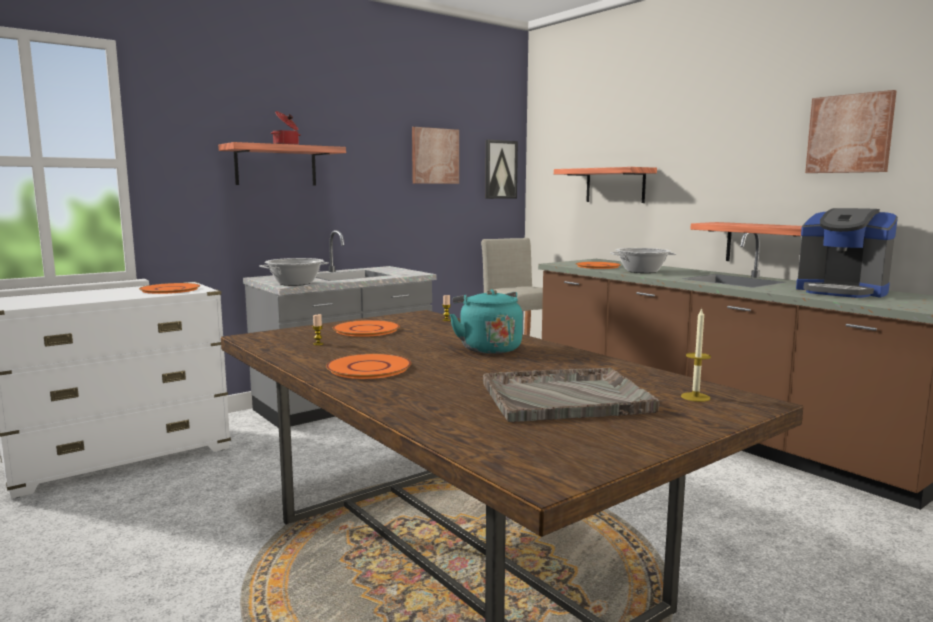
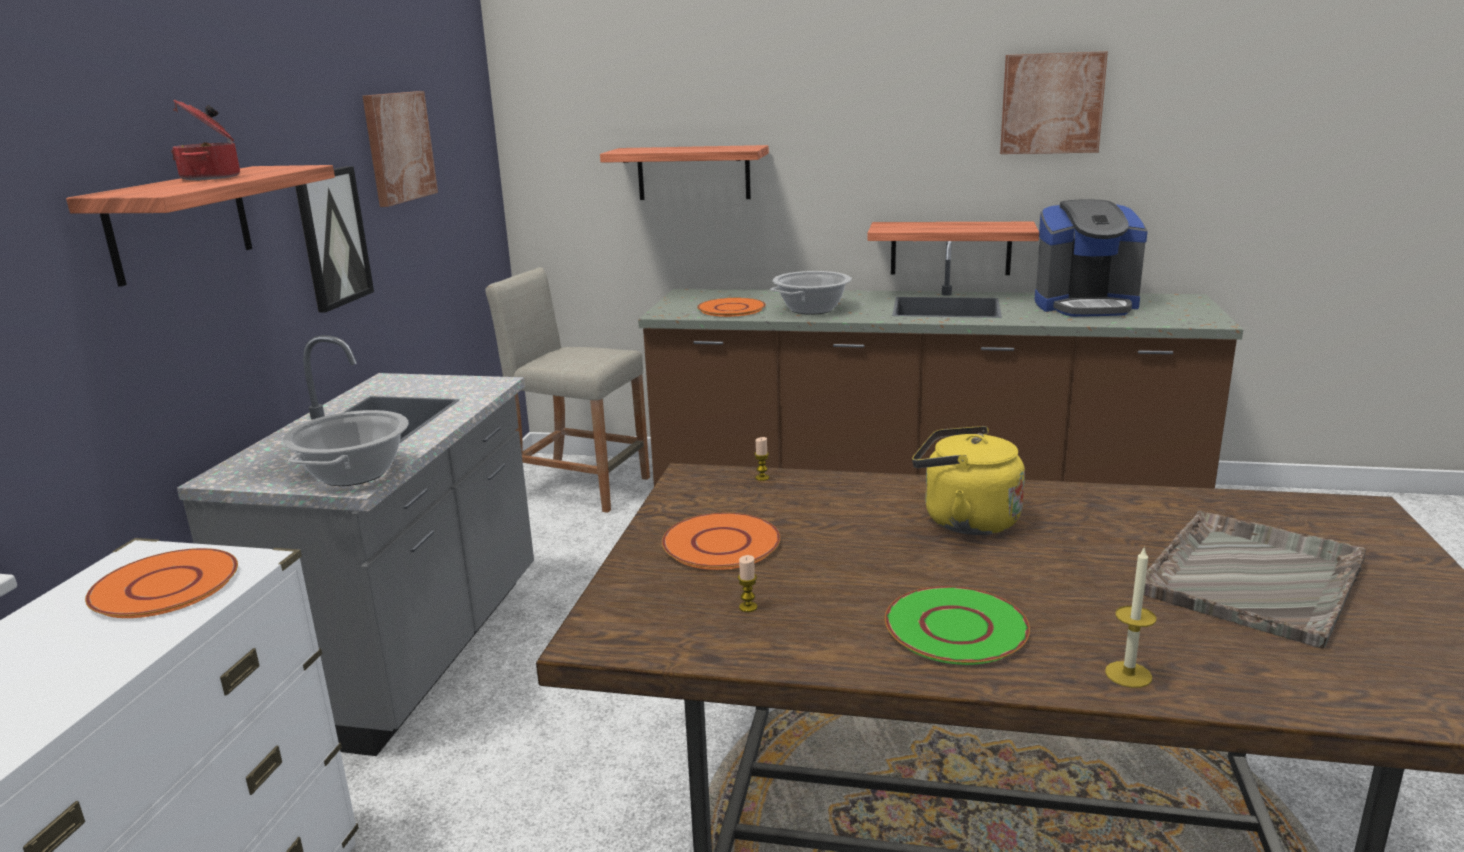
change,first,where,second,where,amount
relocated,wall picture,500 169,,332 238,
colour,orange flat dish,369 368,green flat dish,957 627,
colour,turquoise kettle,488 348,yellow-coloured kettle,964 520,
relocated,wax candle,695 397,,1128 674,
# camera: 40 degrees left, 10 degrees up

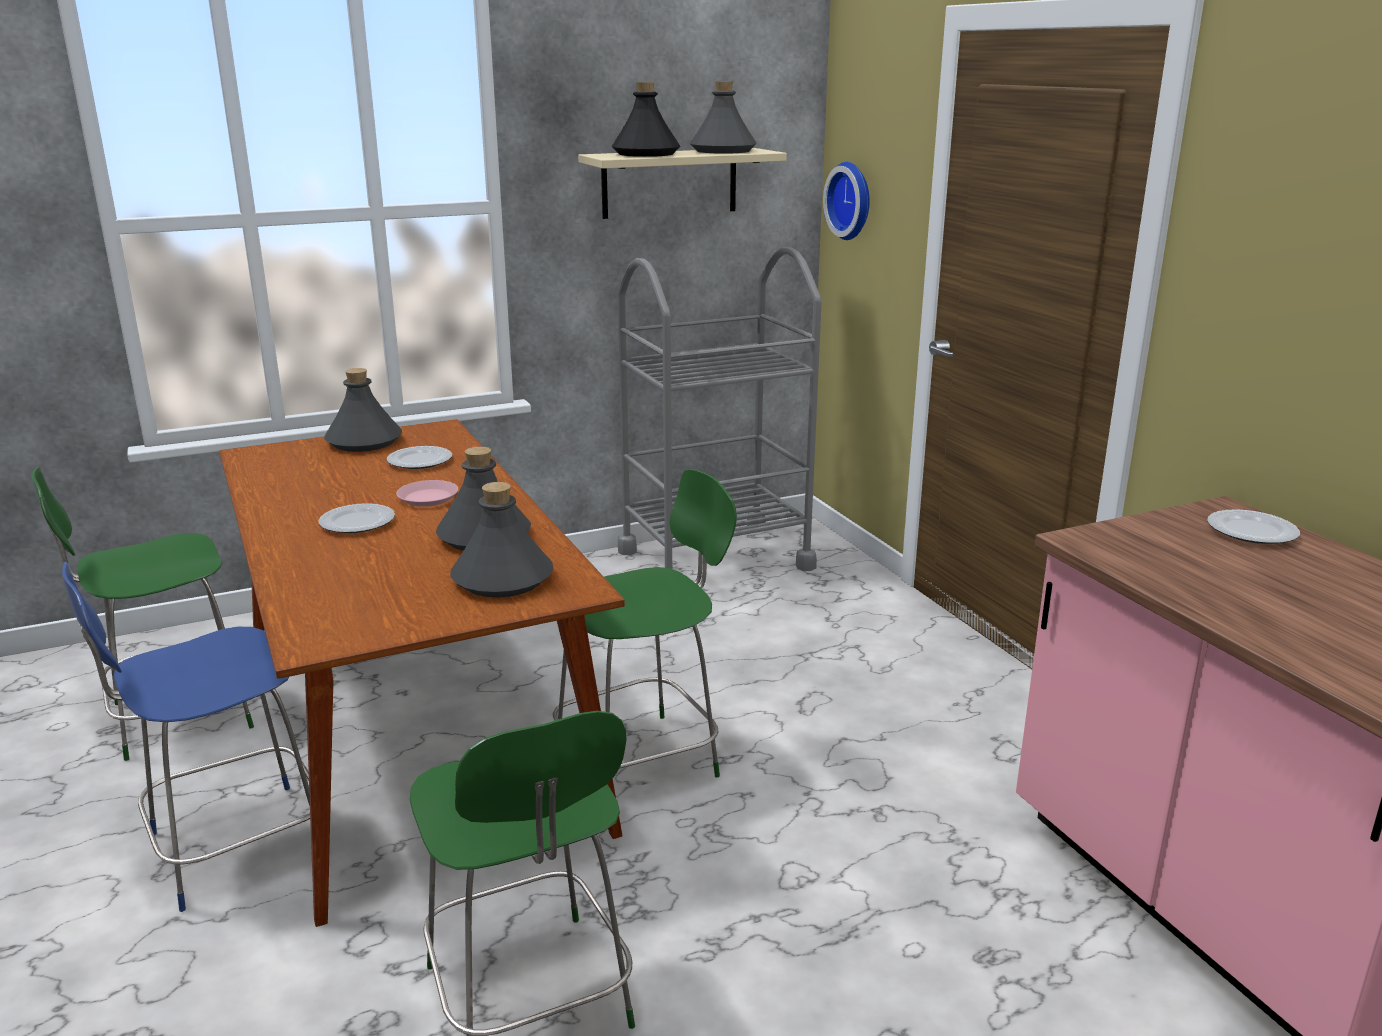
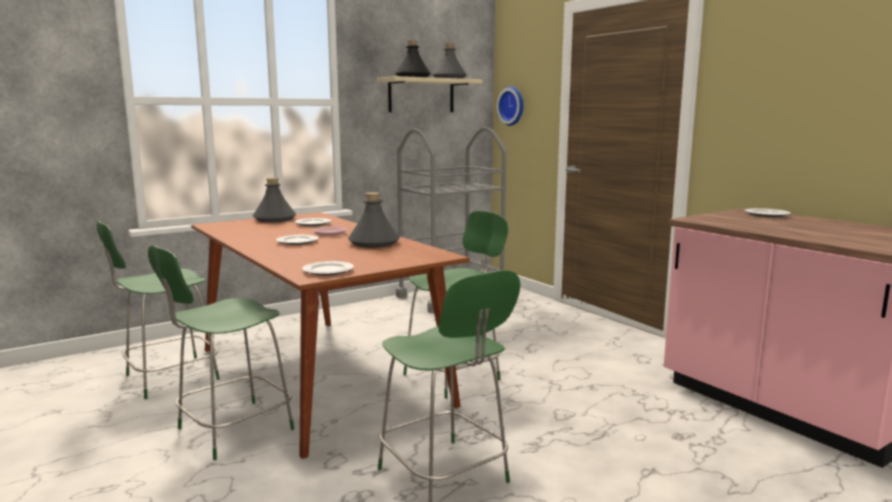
change,first,where,second,where,amount
colour,blue upright chair,230 847,green upright chair,231 430,
appeared,,,flat dish,327 271,
missing,grey drink bottle,502 579,,,
# camera: 10 degrees left, 10 degrees down

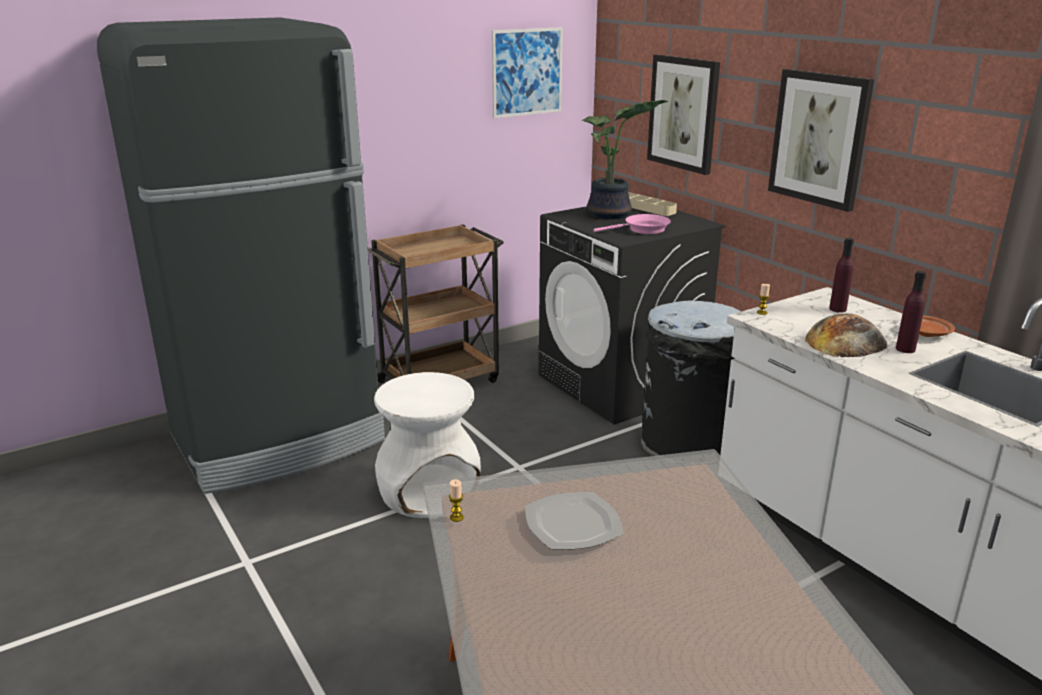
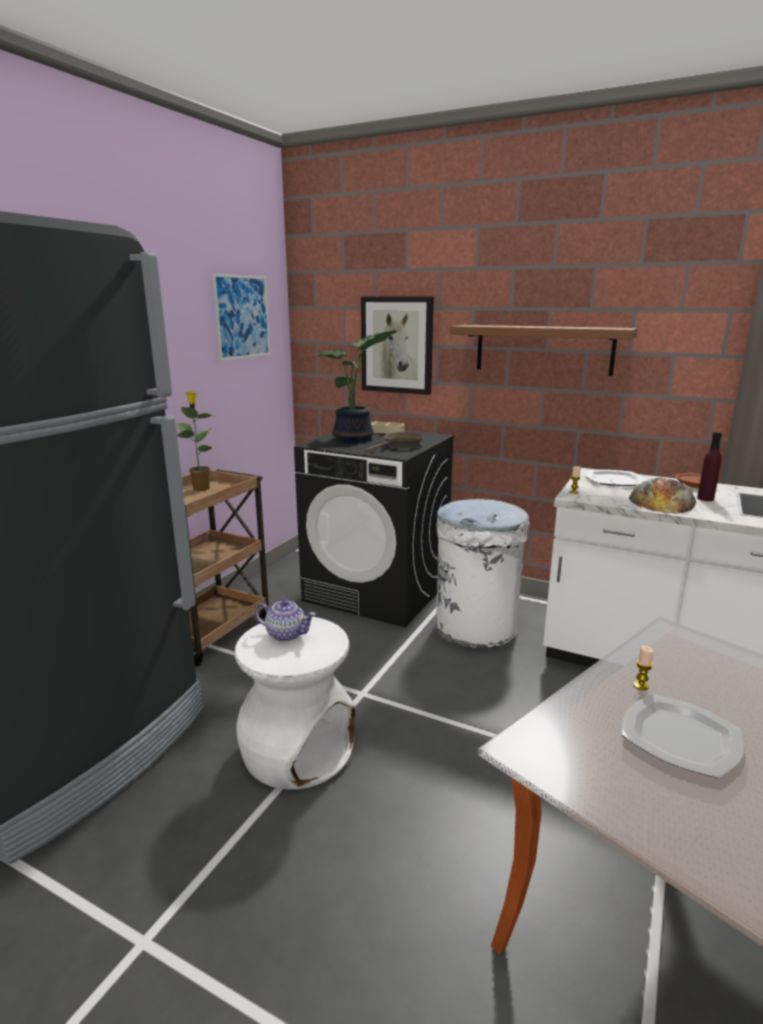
change,first,where,second,where,amount
appeared,,,houseplant,201 488,
appeared,,,tea pot,286 634,
colour,pinkish frying pan,643 230,brown frying pan,400 445,
colour,black-coloured trash can,687 444,white trash can,476 627,
exchanged,wall picture,819 138,brown bracket shelf,543 349,
exchanged,purple drink bottle,837 309,flat dish,615 480,
relocated,wax candle,456 517,,640 686,
# camera: 30 degrees left, 5 degrees down

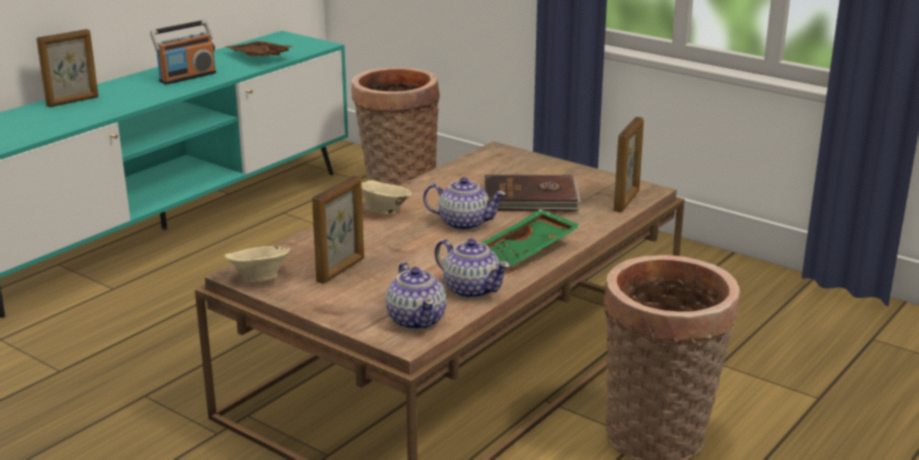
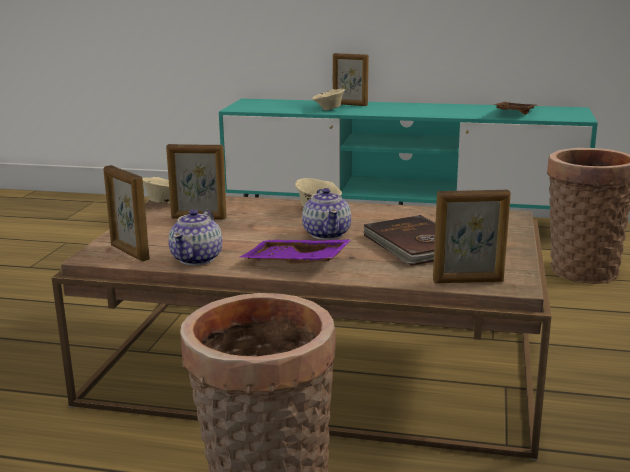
change,first,where,second,where,amount
exchanged,tea pot,416 320,standing frame,129 253,
colour,green carrying tray,528 251,purple carrying tray,295 263,
appeared,,,beige bowl,329 109,
missing,radio set,187 77,,,
# camera: 65 degrees right, 5 degrees down

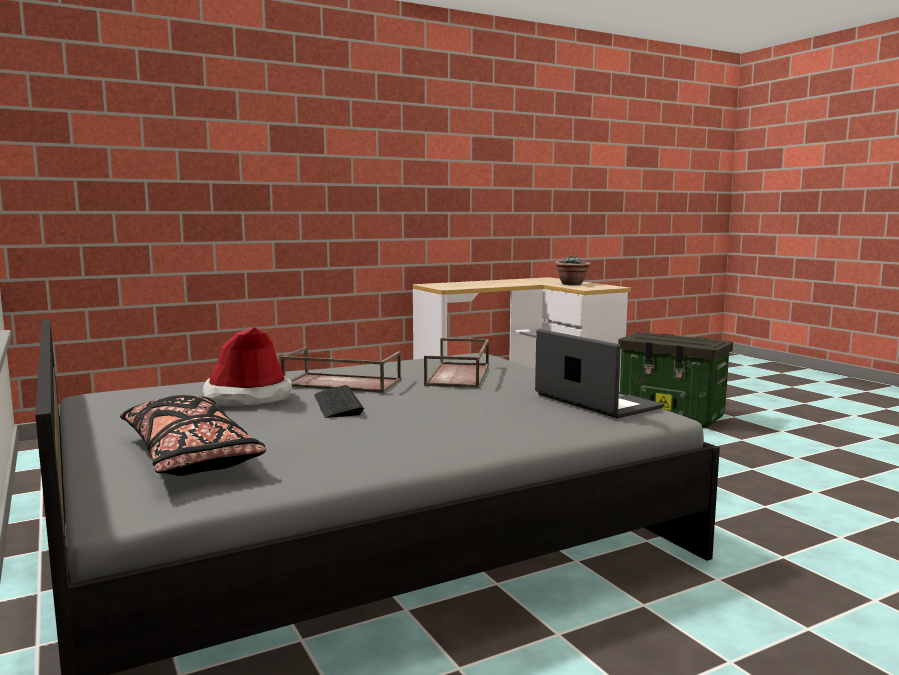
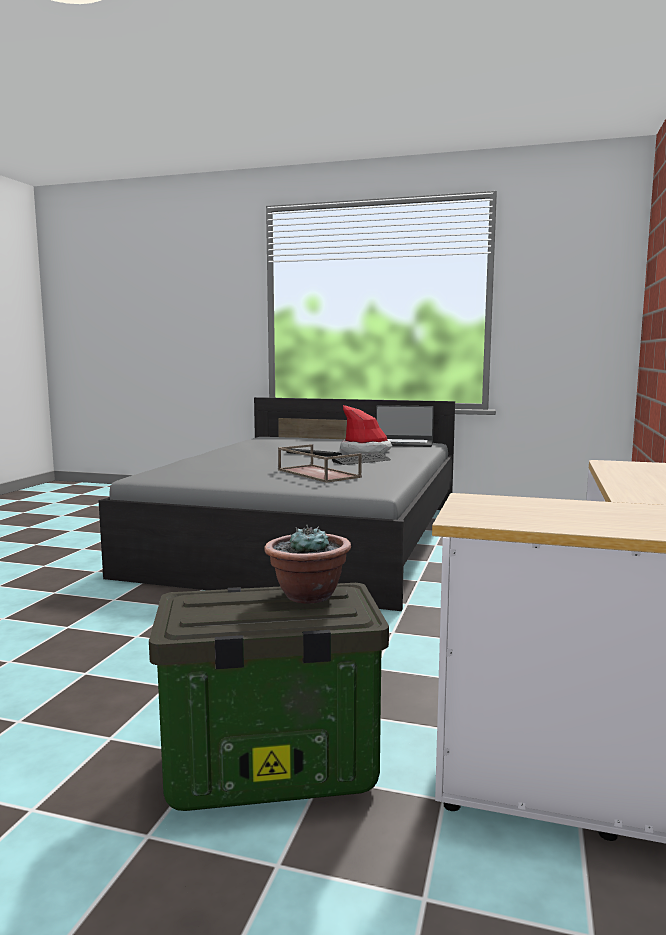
change,first,where,second,where,amount
relocated,houseplant,572 284,,307 595,
exchanged,brown carrying tray,341 383,keyboard,361 461,
relocated,notebook computer,595 402,,402 443,
missing,black-coloured throw pillow,190 456,,,
# camera: 135 degrees right, 0 degrees up

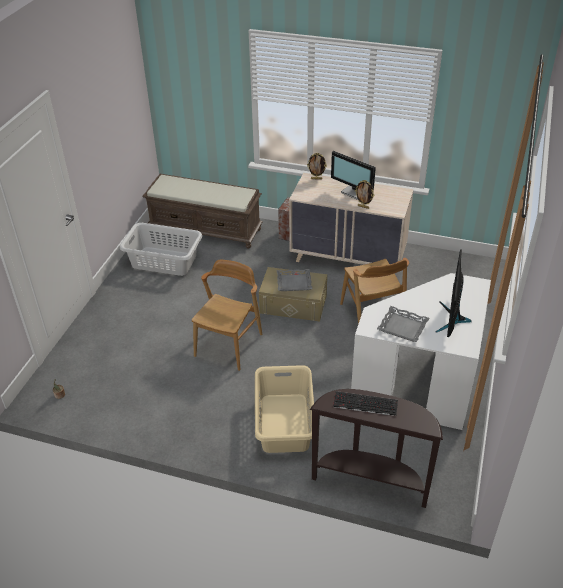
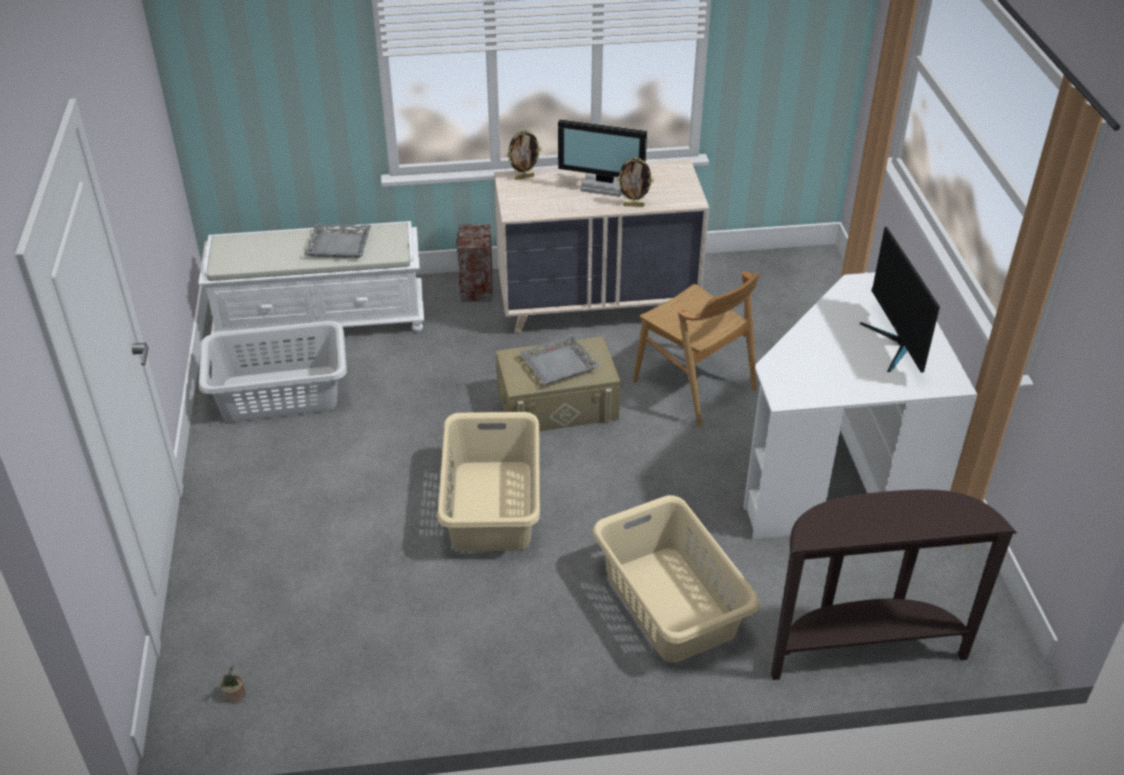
change,first,where,second,where,amount
colour,brown bench,206 229,white bench,322 318,
relocated,grey carrying tray,403 327,,339 245,
exchanged,brown upright chair,229 345,beige hamper,493 505,
missing,keyboard,364 404,,,
# camera: 25 degrees left, 0 degrees up

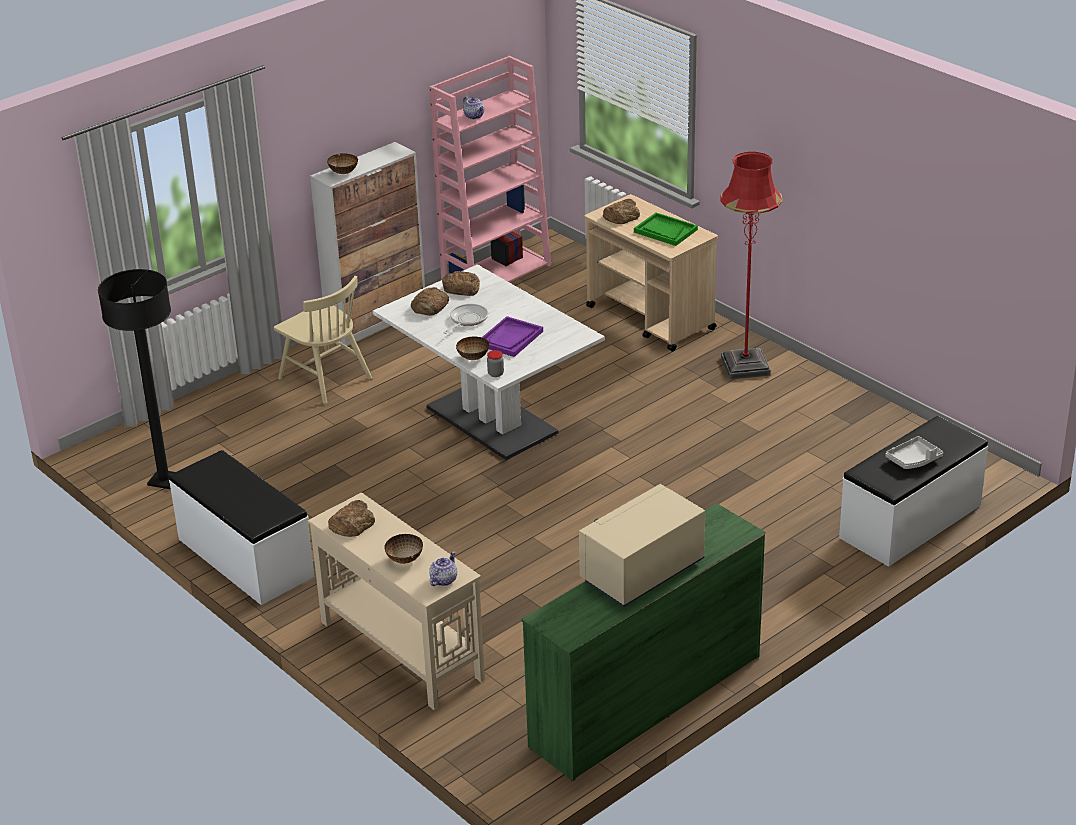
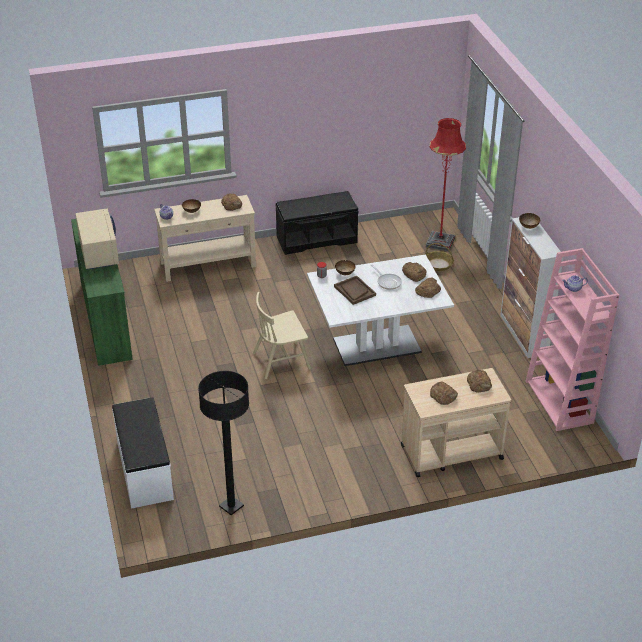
change,first,where,second,where,amount
relocated,black-coloured standing lamp,164 480,,231 506,
relocated,beige upright chair,325 378,,281 361,
colour,white bench,244 558,black-coloured bench,316 239,
colour,purple carrying tray,510 338,brown carrying tray,354 291,
appeared,,,household basket,438 264,
relocated,reddish standing lamp,745 366,,440 242,
exchanged,green carrying tray,665 231,baked bread,443 395,
missing,grey carrying tray,914 460,,,
# camera: 115 degrees right, 5 degrees up

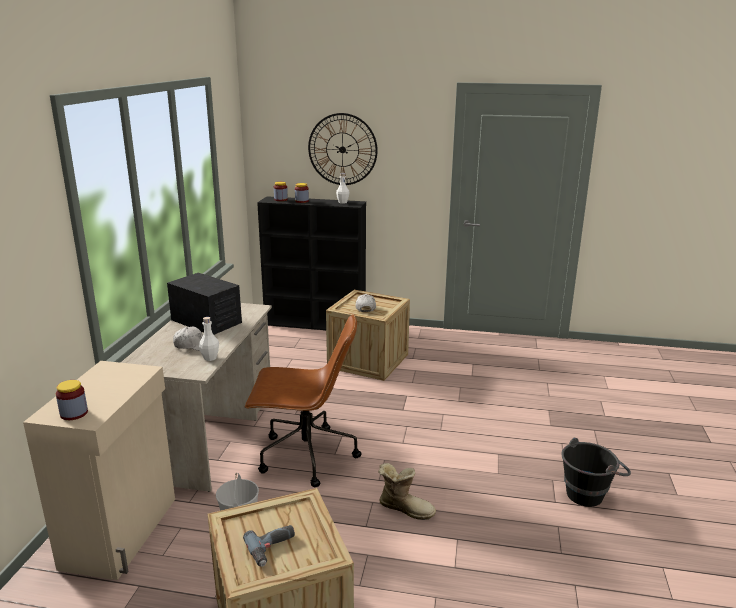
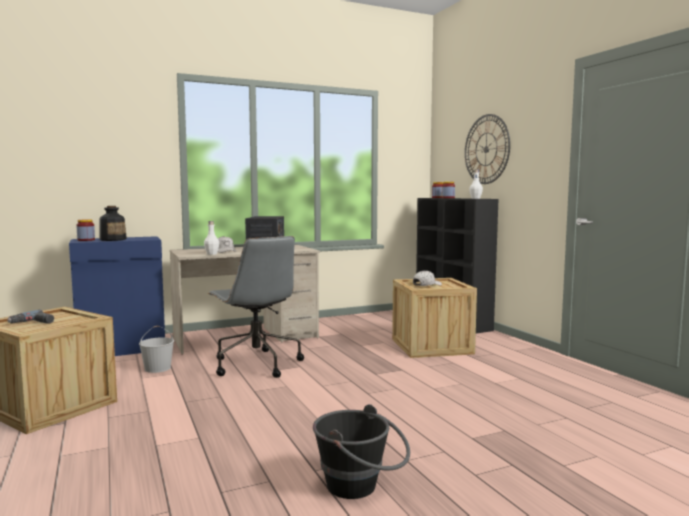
change,first,where,second,where,amount
colour,beige cabinet,122 532,blue cabinet,122 349,
appeared,,,drink bottle,113 239,
colour,brown computer chair,305 456,grey computer chair,256 364,
missing,high-top boot,405 508,,,
# camera: 55 degrees right, 15 degrees down

